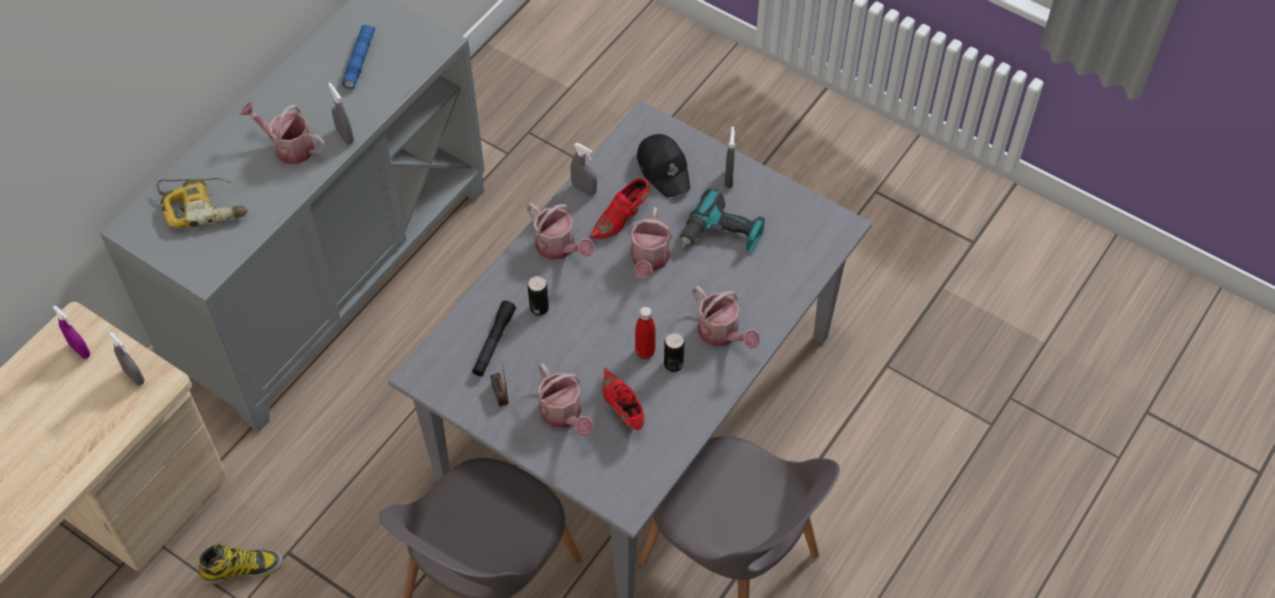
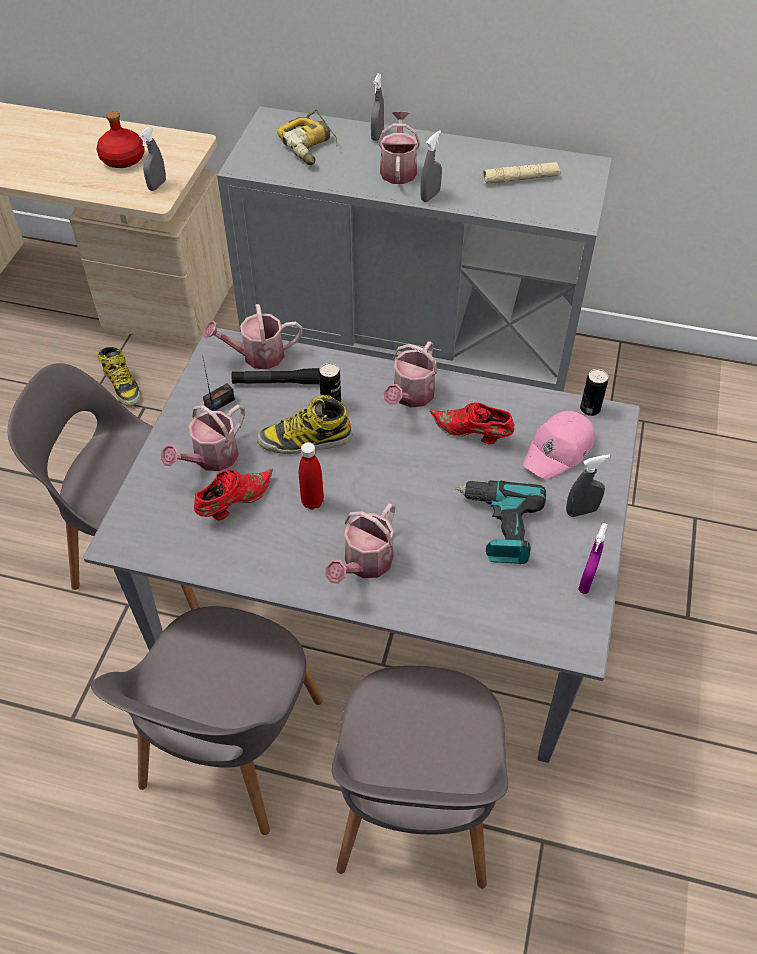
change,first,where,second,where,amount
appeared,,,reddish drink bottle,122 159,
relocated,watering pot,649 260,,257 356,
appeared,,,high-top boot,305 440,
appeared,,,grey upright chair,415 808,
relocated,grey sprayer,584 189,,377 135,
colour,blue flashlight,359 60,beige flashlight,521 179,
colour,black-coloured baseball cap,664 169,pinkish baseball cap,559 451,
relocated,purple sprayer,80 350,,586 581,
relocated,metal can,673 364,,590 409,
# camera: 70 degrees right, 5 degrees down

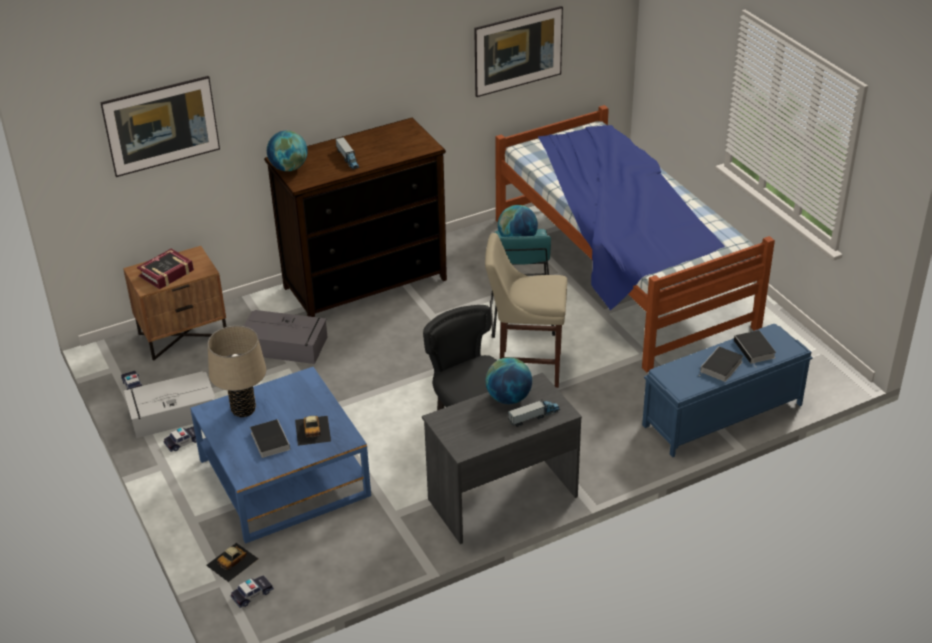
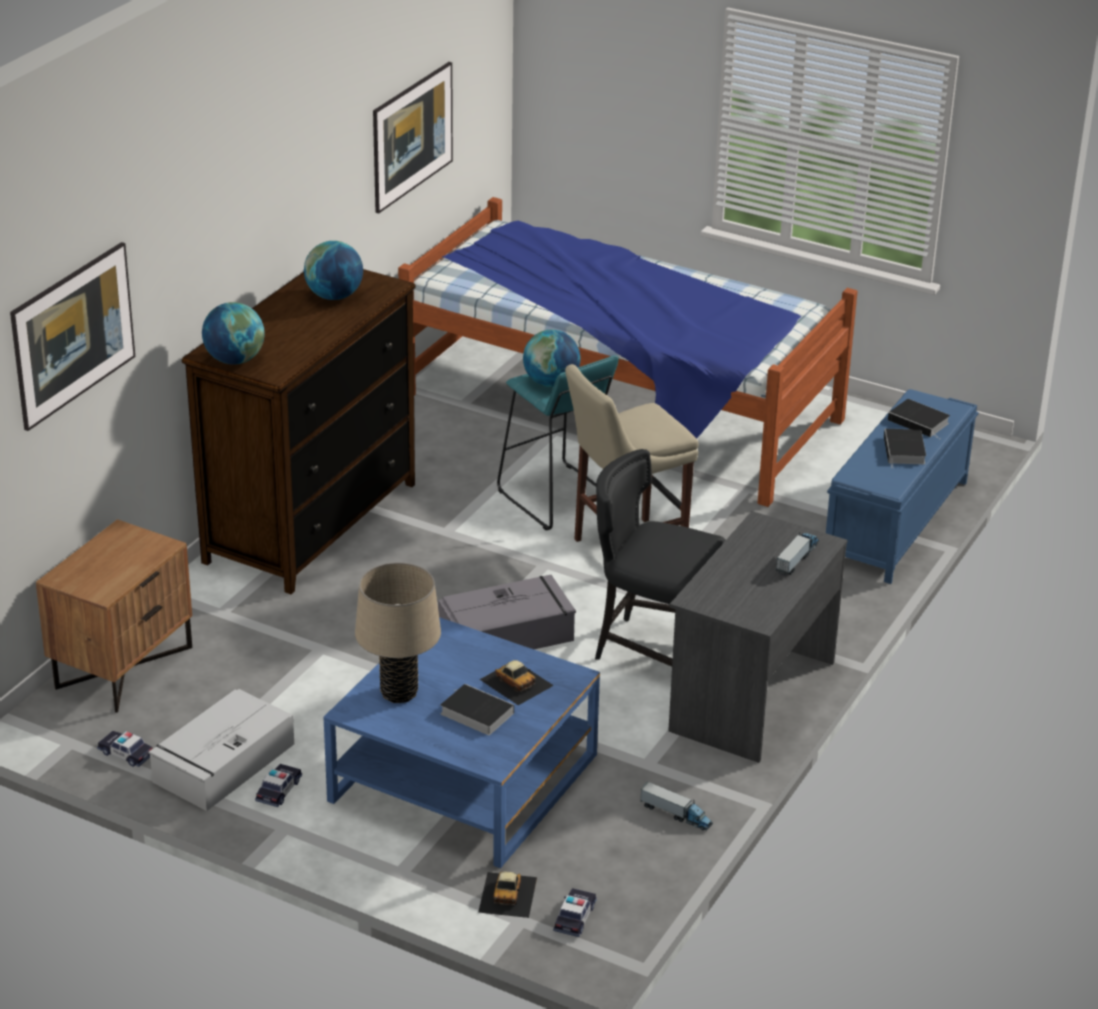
change,first,where,second,where,amount
relocated,world globe,508 398,,334 296,
relocated,grey storage bin,285 345,,508 633,
relocated,model truck,348 158,,676 814,
missing,bound book,166 273,,,
# camera: 35 degrees left, 5 degrees down

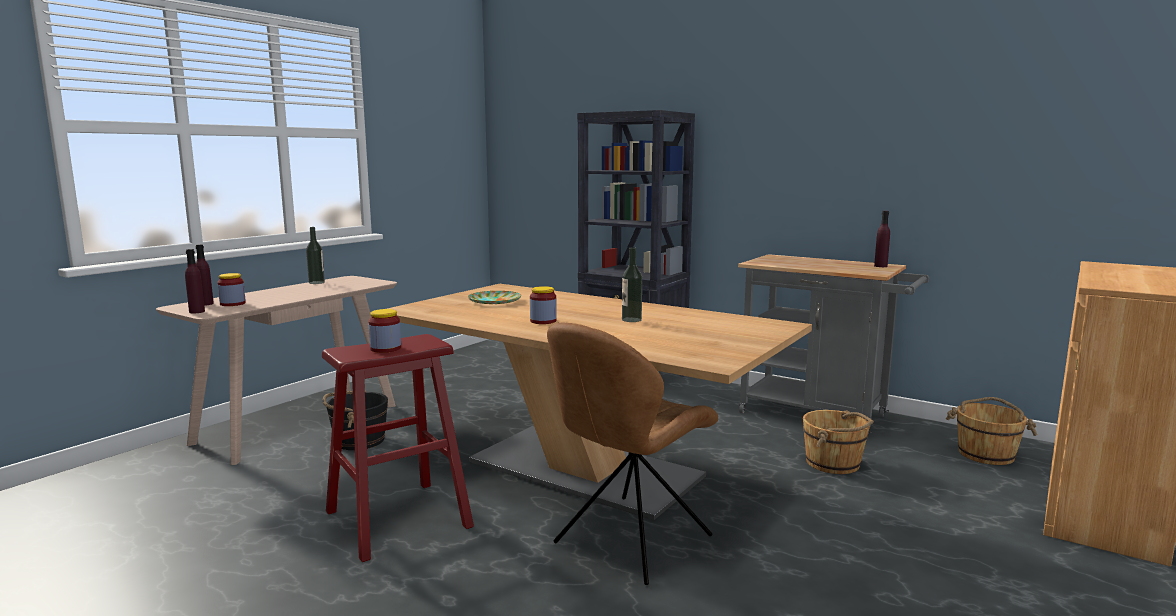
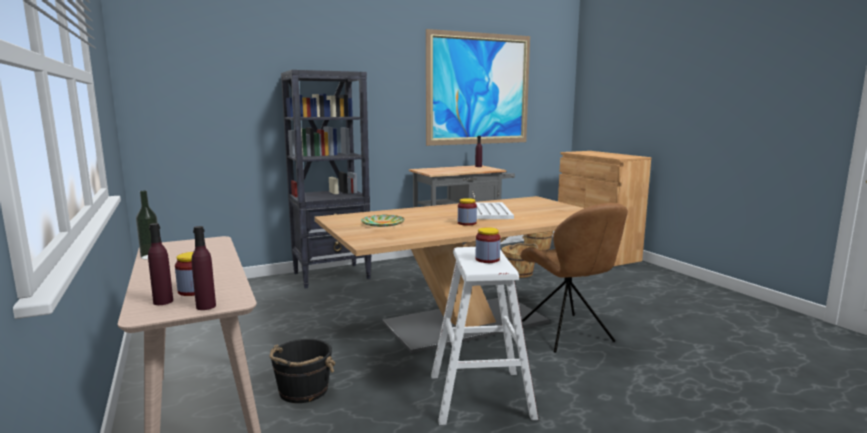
change,first,where,second,where,amount
appeared,,,wall picture,479 89,
colour,reddish stool seat,398 518,white stool seat,480 396,
exchanged,drink bottle,631 320,white carrying tray,489 212,
# camera: 60 degrees left, 0 degrees up

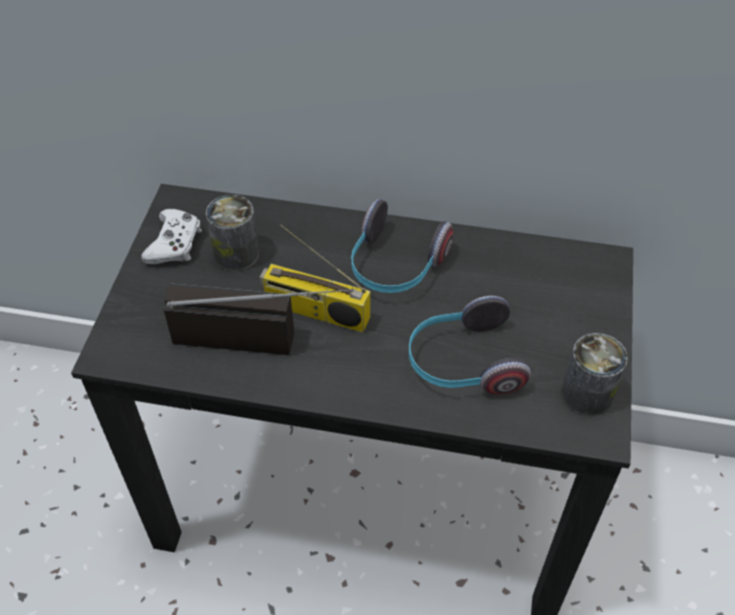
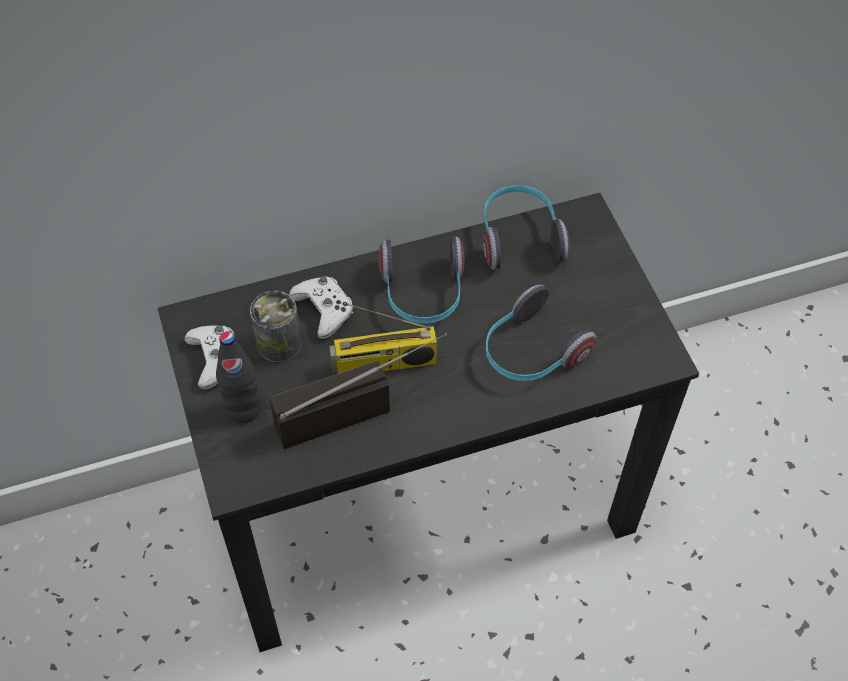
change,first,where,second,where,amount
appeared,,,black-coloured drink bottle,243 409,
appeared,,,white game controller,324 310,
appeared,,,headphones,519 237,
missing,metal can,587 394,,,
# camera: 30 degrees left, 5 degrees up

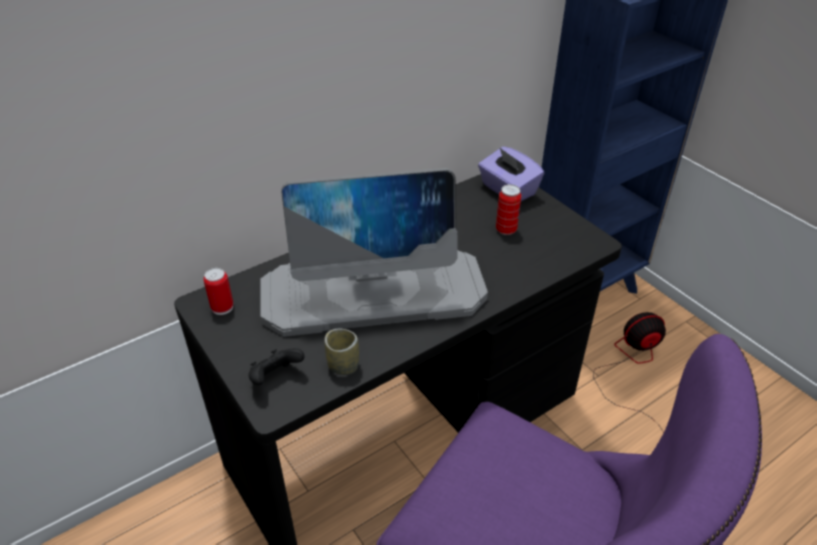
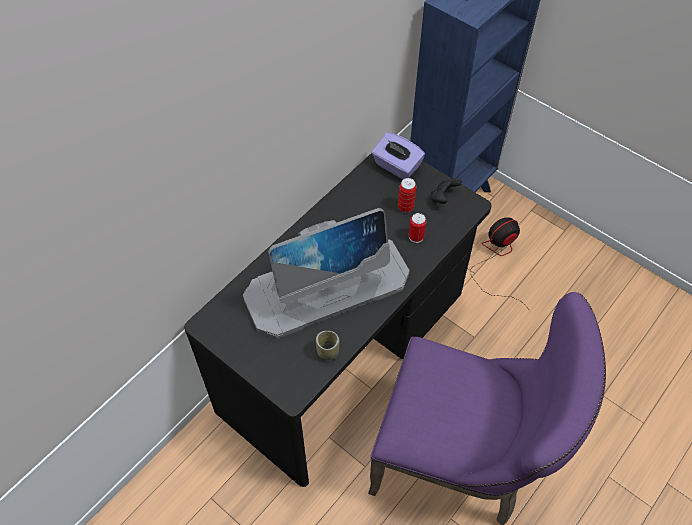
change,first,where,second,where,amount
relocated,metal can,222 307,,416 236,
relocated,black-coloured game controller,275 377,,443 197,
# camera: 15 degrees left, 15 degrees up

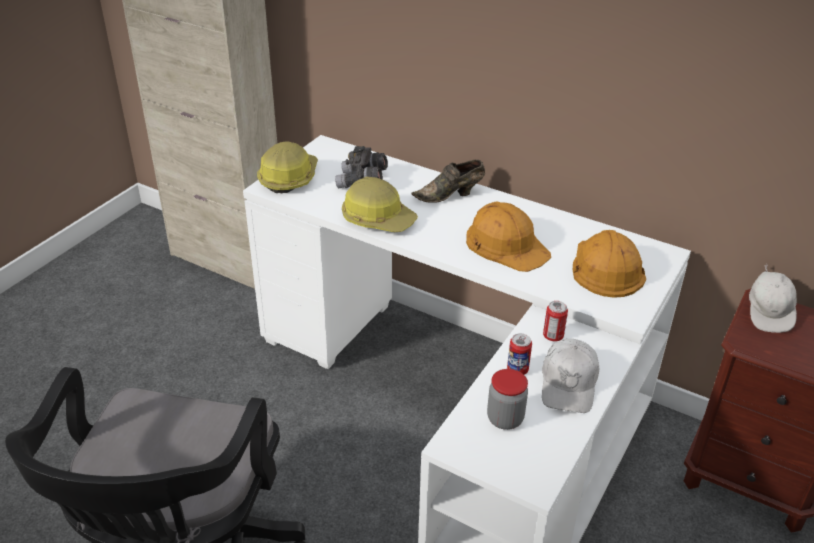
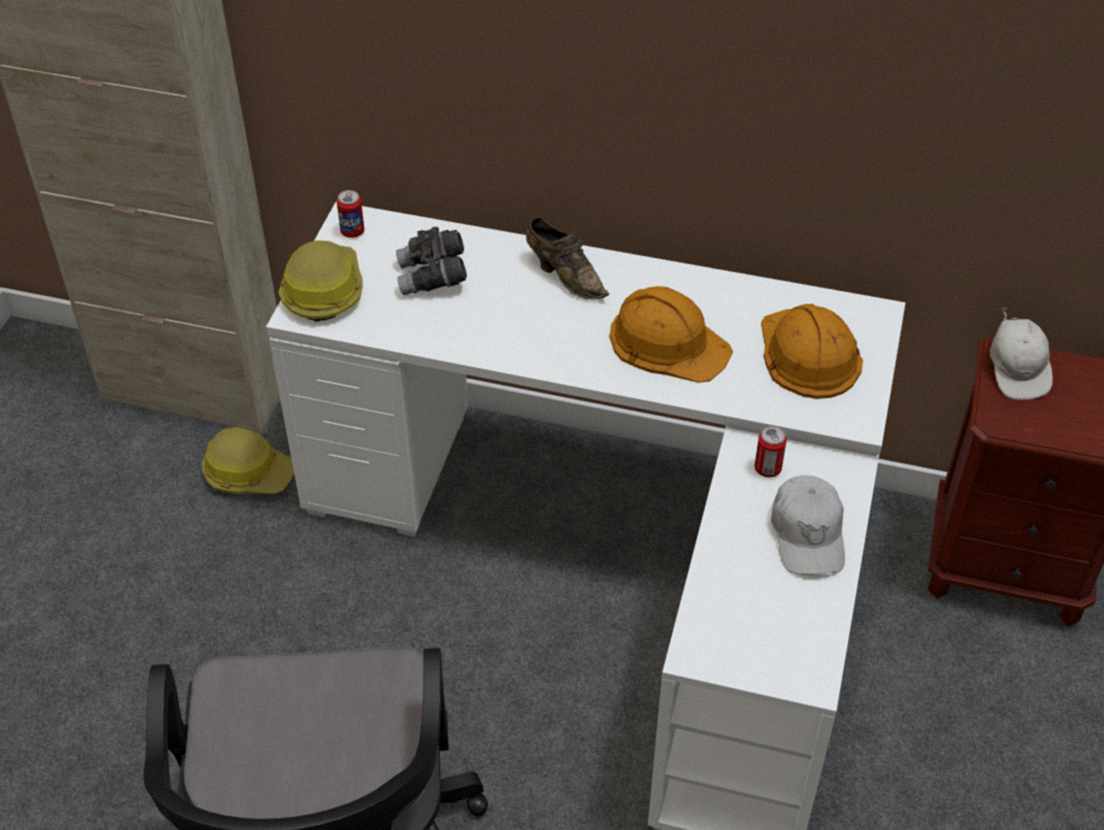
change,first,where,second,where,amount
relocated,hard hat,378 218,,249 473,
relocated,metal can,517 370,,352 232,
spun,brown shoe,450 195,,565 275,105 degrees counterclockwise
missing,jar,505 419,,,
# camera: 15 degrees left, 10 degrees up

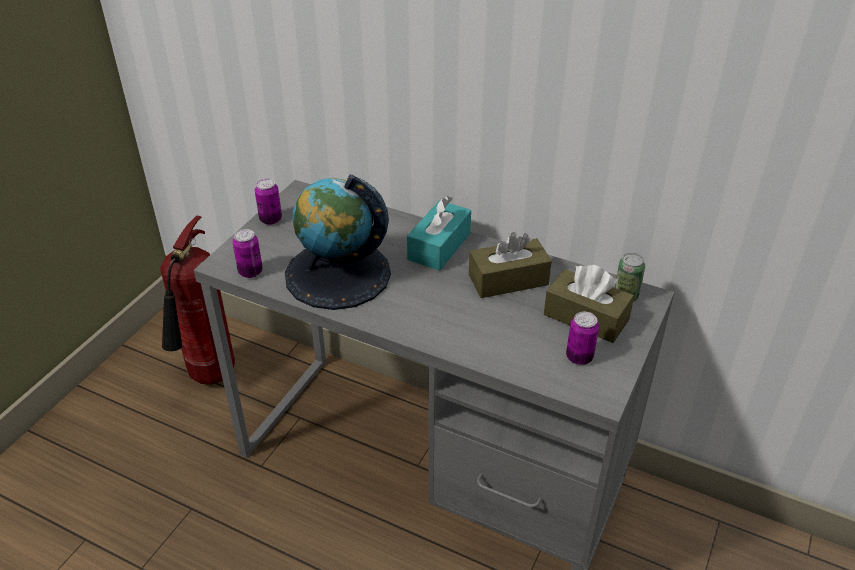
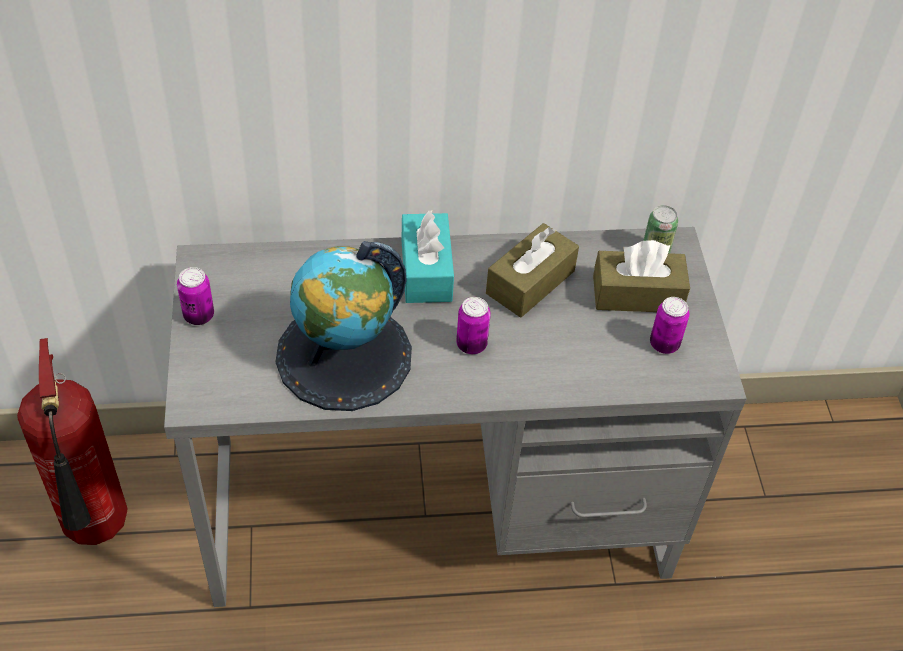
change,first,where,second,where,amount
relocated,metal can,250 272,,471 345,
# camera: 35 degrees left, 10 degrees up

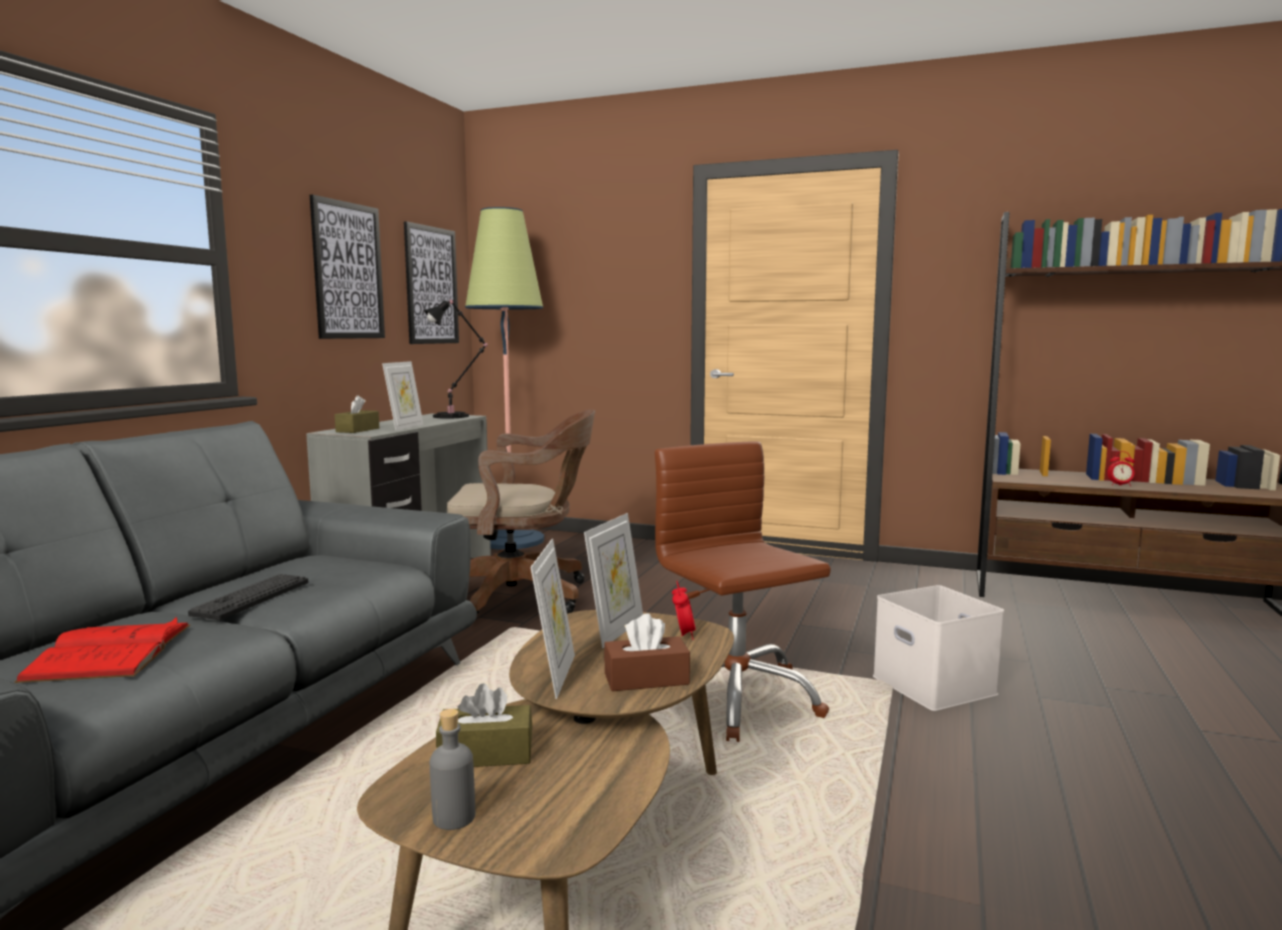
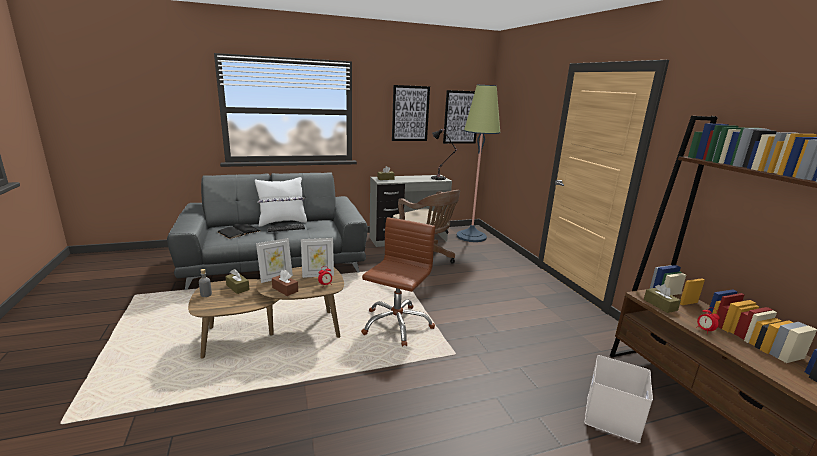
change,first,where,second,where,amount
colour,reddish bound book,110 652,black-coloured bound book,239 231,
appeared,,,white throw pillow,282 222,
relocated,white storage bin,936 685,,613 417,
appeared,,,brown box of tissues,660 305,
missing,standing frame,405 427,,,
# camera: 50 degrees right, 10 degrees up

